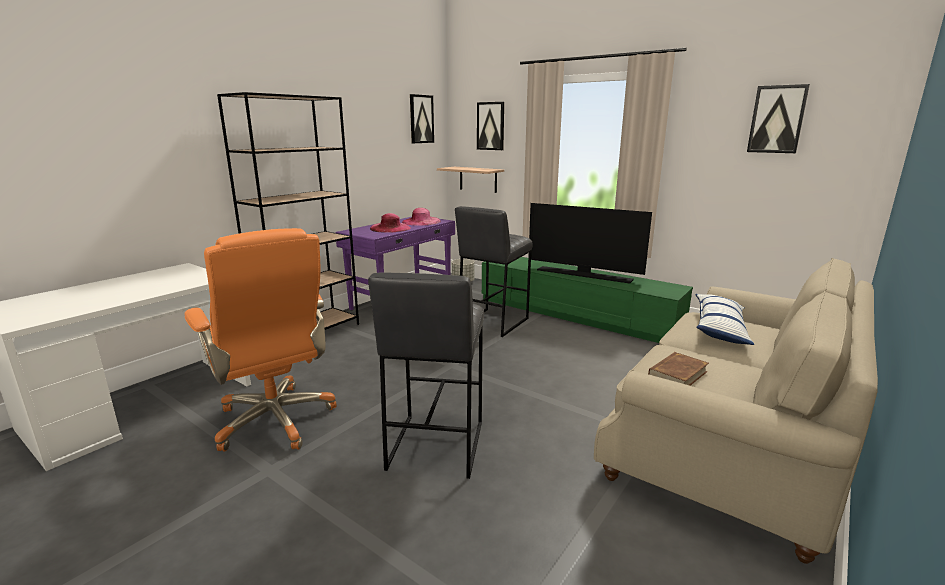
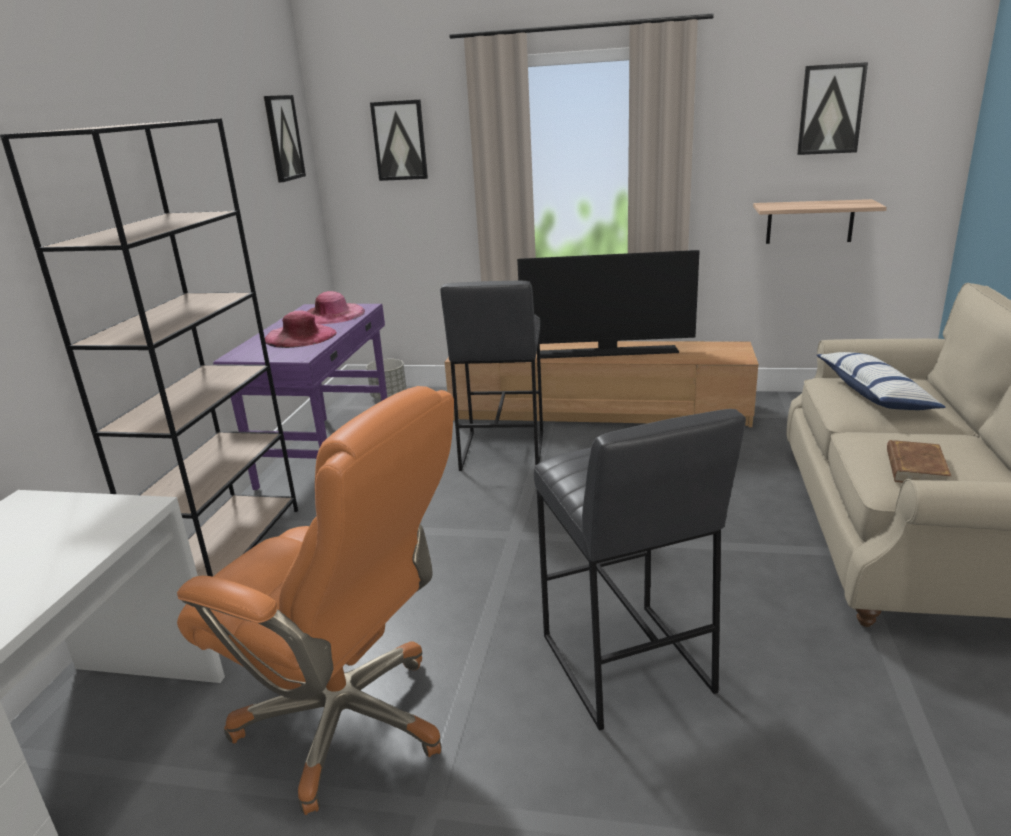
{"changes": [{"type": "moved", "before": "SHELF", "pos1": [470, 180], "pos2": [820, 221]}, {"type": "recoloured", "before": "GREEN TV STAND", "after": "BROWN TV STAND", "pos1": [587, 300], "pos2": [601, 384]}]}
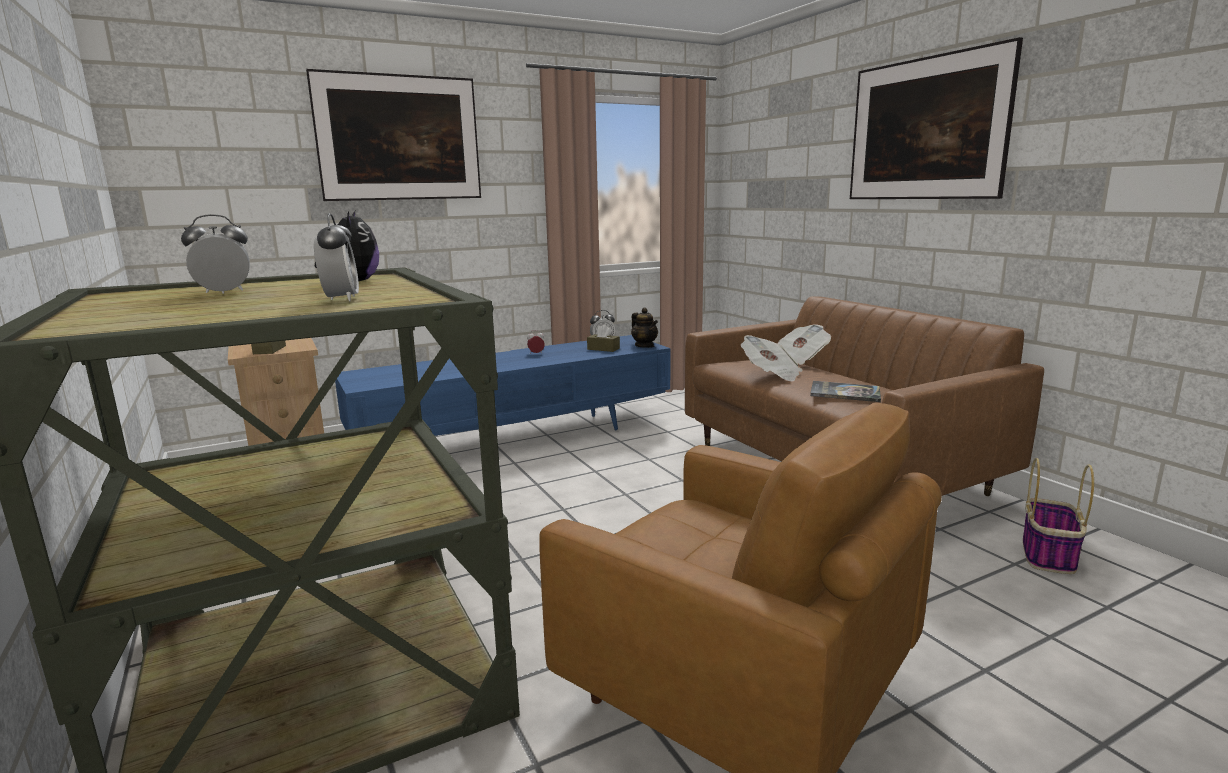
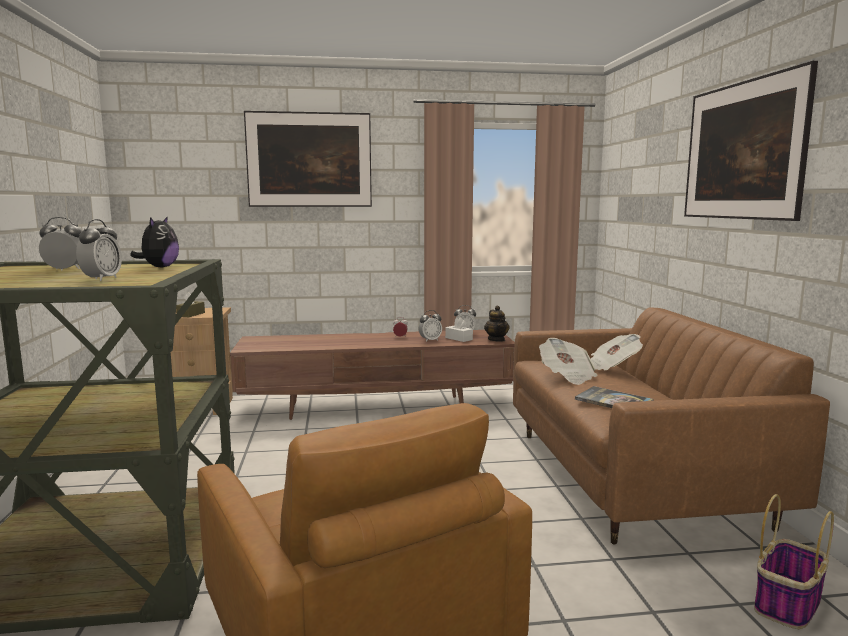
{"changes": [{"type": "added", "after": "ALARM CLOCK", "pos2": [430, 326]}, {"type": "recoloured", "before": "BLUE TV STAND", "after": "BROWN TV STAND", "pos1": [502, 385], "pos2": [372, 375]}, {"type": "recoloured", "before": "BROWN TISSUE BOX", "after": "WHITE TISSUE BOX", "pos1": [603, 338], "pos2": [459, 329]}]}
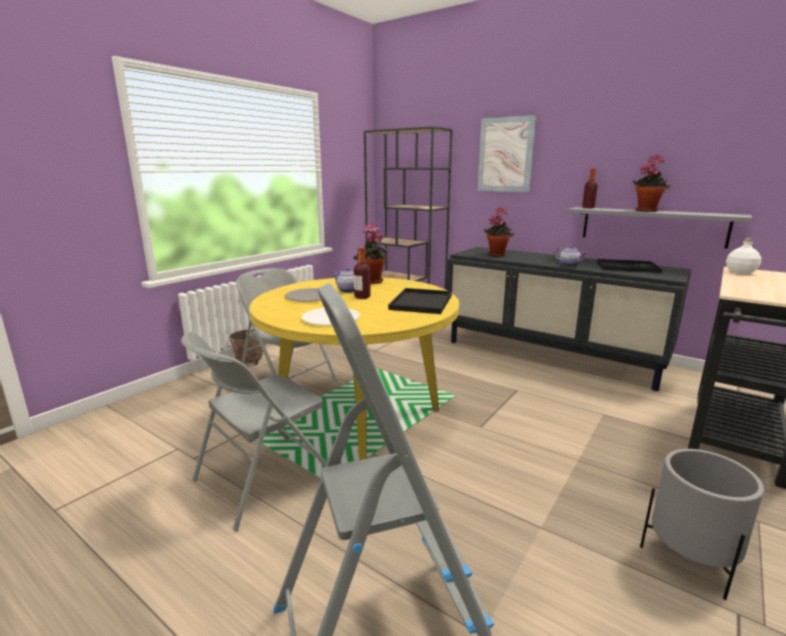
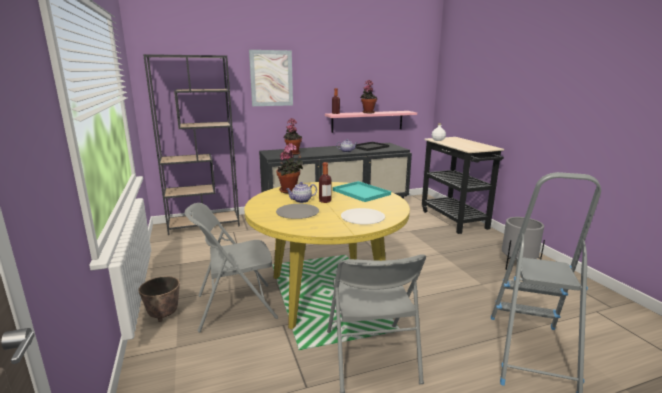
{"changes": [{"type": "recoloured", "before": "BLACK TRAY", "after": "TURQUOISE TRAY", "pos1": [420, 301], "pos2": [362, 191]}, {"type": "recoloured", "before": "GREY SHELF", "after": "PINK SHELF", "pos1": [659, 228], "pos2": [371, 122]}]}
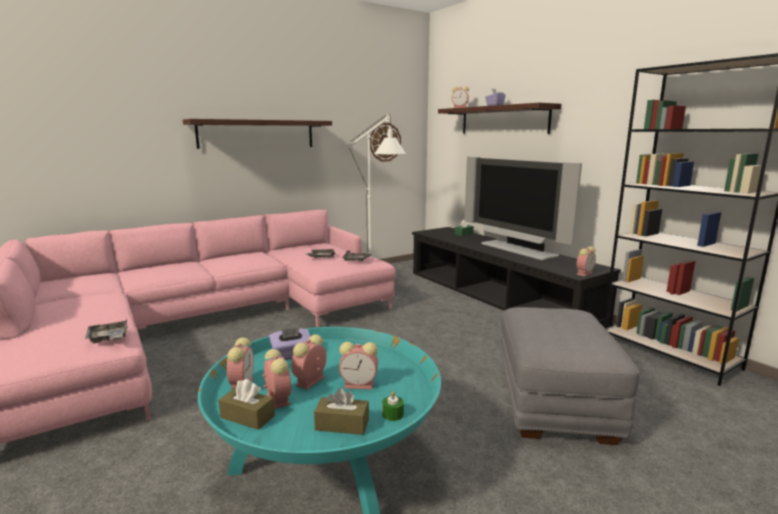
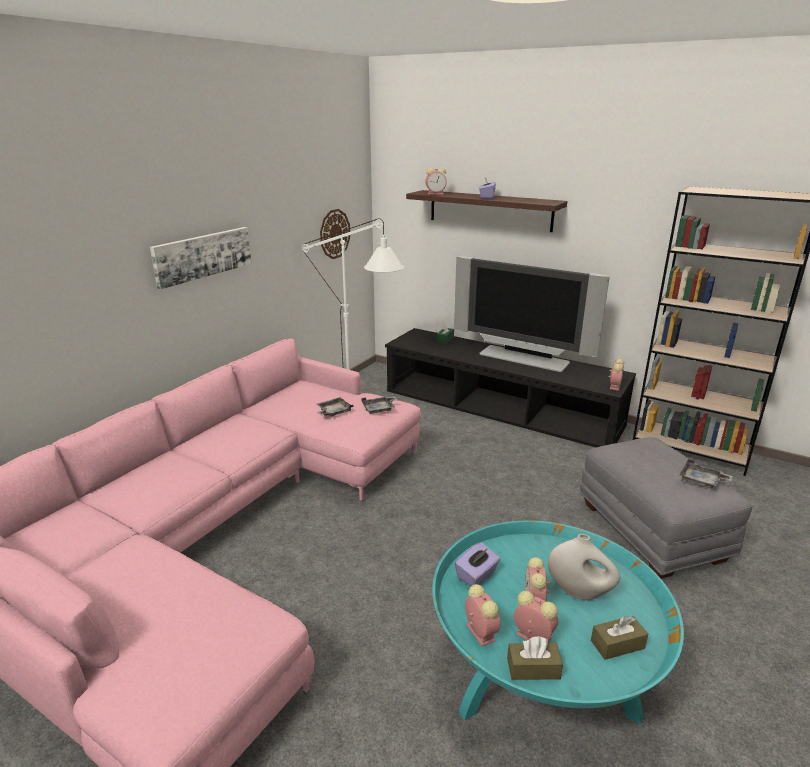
{"changes": [{"type": "removed", "before": "GREEN CANDLE", "pos1": [393, 406]}, {"type": "moved", "before": "GREY TRAY", "pos1": [106, 330], "pos2": [706, 474]}, {"type": "replaced", "before": "SHELF", "after": "PICTURE", "pos1": [257, 134], "pos2": [200, 258]}, {"type": "replaced", "before": "ALARM CLOCK", "after": "WHITE VASE", "pos1": [358, 365], "pos2": [584, 567]}]}
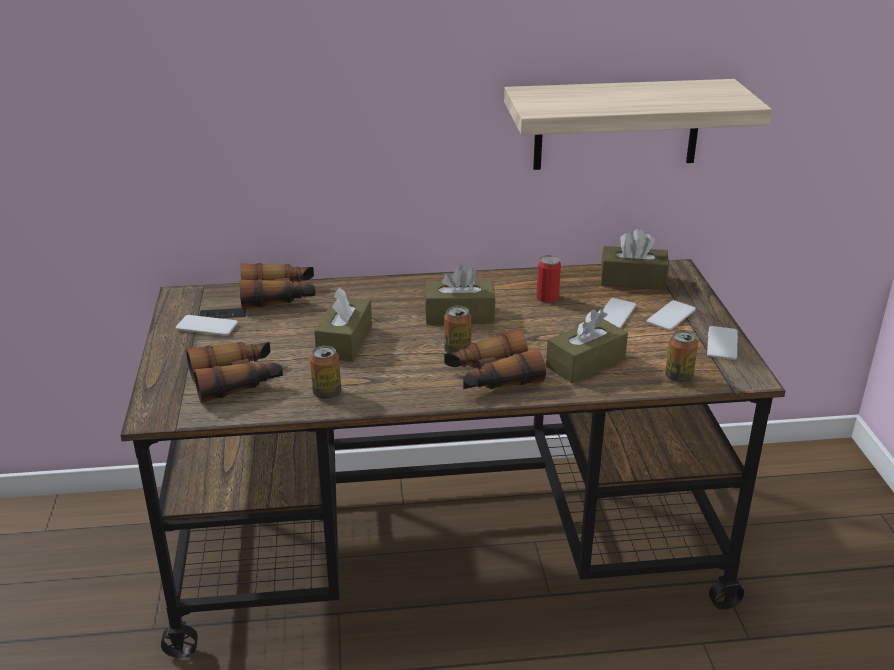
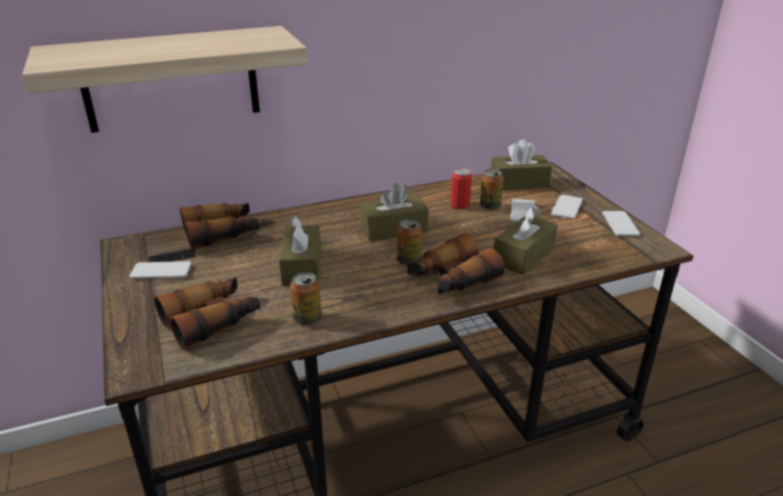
{"changes": [{"type": "moved", "before": "SHELF", "pos1": [638, 124], "pos2": [165, 79]}, {"type": "moved", "before": "CAN", "pos1": [681, 356], "pos2": [492, 189]}]}
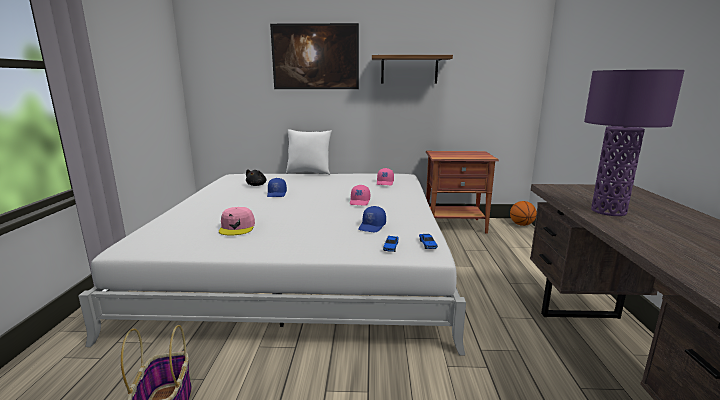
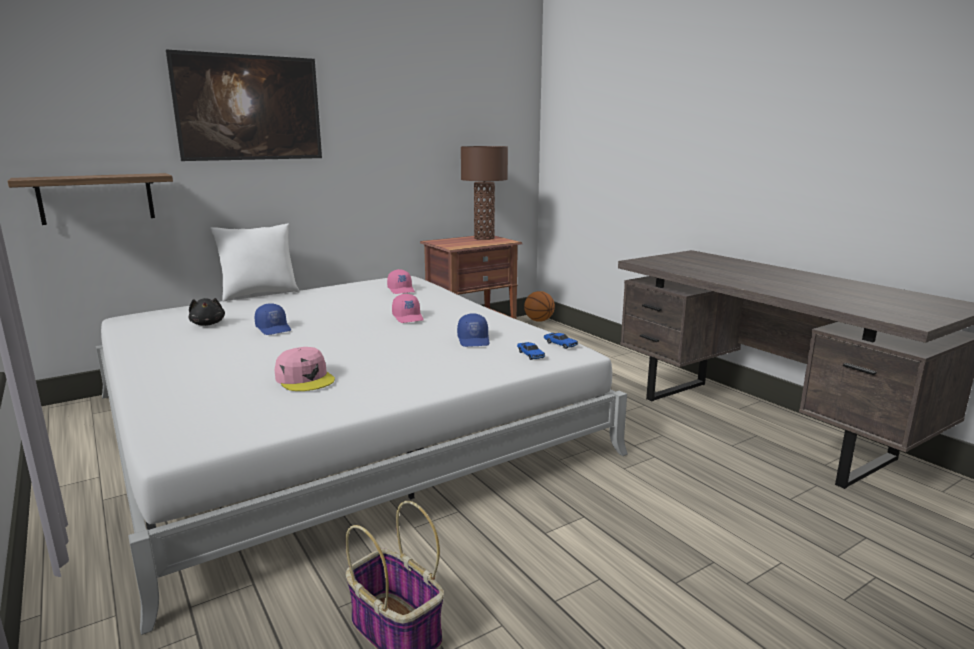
{"changes": [{"type": "removed", "before": "PURPLE TABLE LAMP", "pos1": [634, 143]}, {"type": "added", "after": "BROWN TABLE LAMP", "pos2": [484, 193]}, {"type": "moved", "before": "SHELF", "pos1": [412, 69], "pos2": [90, 199]}]}
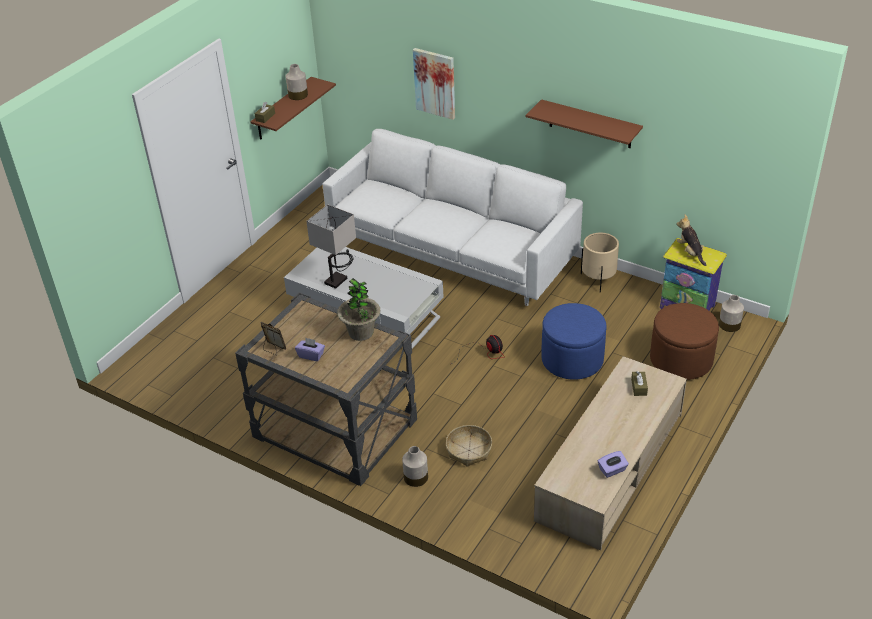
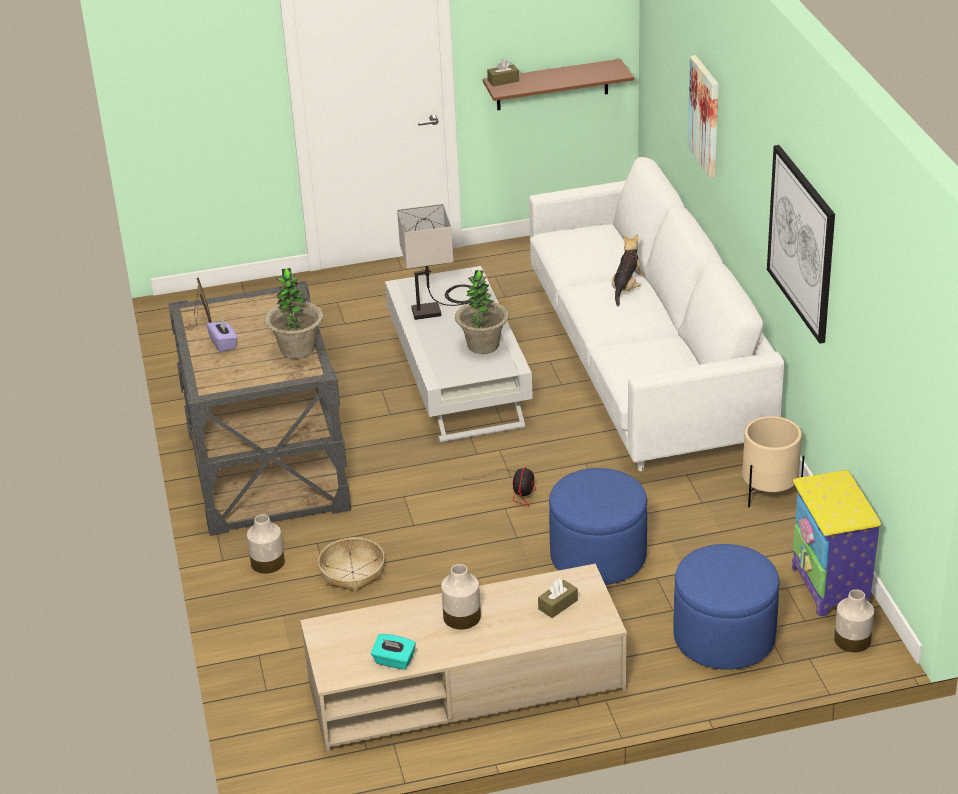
{"changes": [{"type": "added", "after": "POTTED PLANT", "pos2": [482, 312]}, {"type": "moved", "before": "BEIGE VASE", "pos1": [297, 82], "pos2": [461, 596]}, {"type": "moved", "before": "PLUSH TOY", "pos1": [691, 240], "pos2": [628, 270]}, {"type": "replaced", "before": "BROWN SHELF", "after": "PICTURE", "pos1": [584, 123], "pos2": [801, 244]}, {"type": "recoloured", "before": "PURPLE TISSUE BOX", "after": "TURQUOISE TISSUE BOX", "pos1": [613, 464], "pos2": [393, 652]}, {"type": "recoloured", "before": "BROWN OTTOMAN", "after": "BLUE OTTOMAN", "pos1": [684, 341], "pos2": [726, 607]}]}
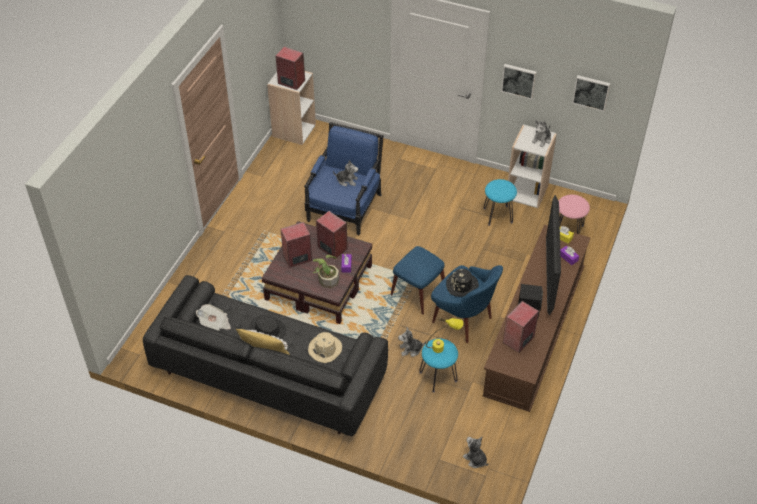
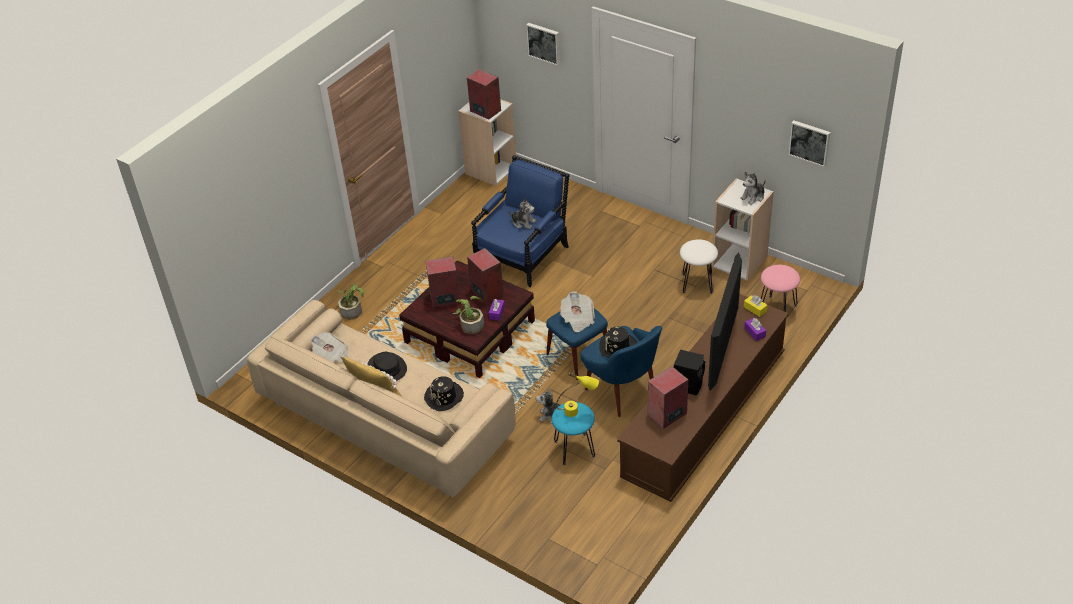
{"changes": [{"type": "removed", "before": "PLUSH TOY", "pos1": [476, 452]}, {"type": "added", "after": "POTTED PLANT", "pos2": [351, 302]}, {"type": "added", "after": "NEWSPAPER", "pos2": [577, 311]}, {"type": "moved", "before": "PICTURE", "pos1": [519, 82], "pos2": [543, 44]}, {"type": "recoloured", "before": "BLACK SOFA", "after": "BEIGE SOFA", "pos1": [265, 356], "pos2": [381, 398]}, {"type": "recoloured", "before": "BEIGE HAT", "after": "BLACK HAT", "pos1": [325, 347], "pos2": [444, 393]}, {"type": "recoloured", "before": "TURQUOISE STOOL", "after": "WHITE STOOL", "pos1": [500, 202], "pos2": [699, 266]}]}
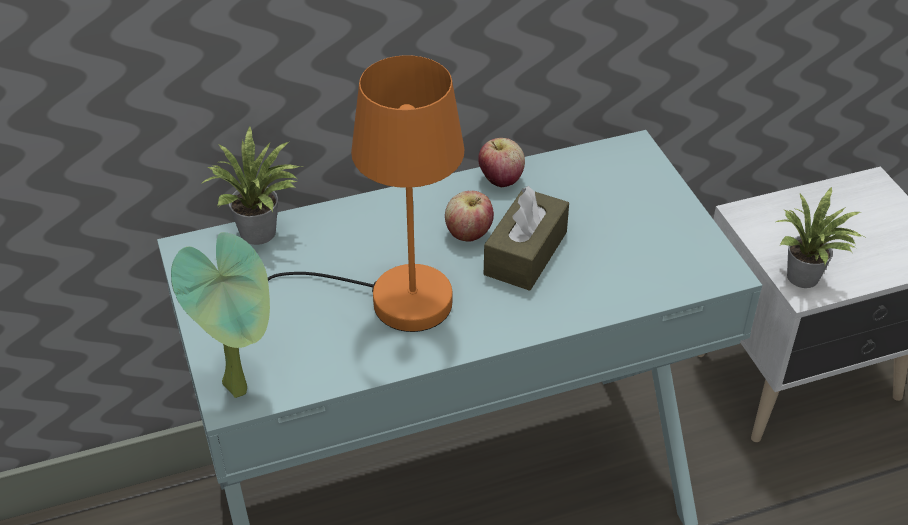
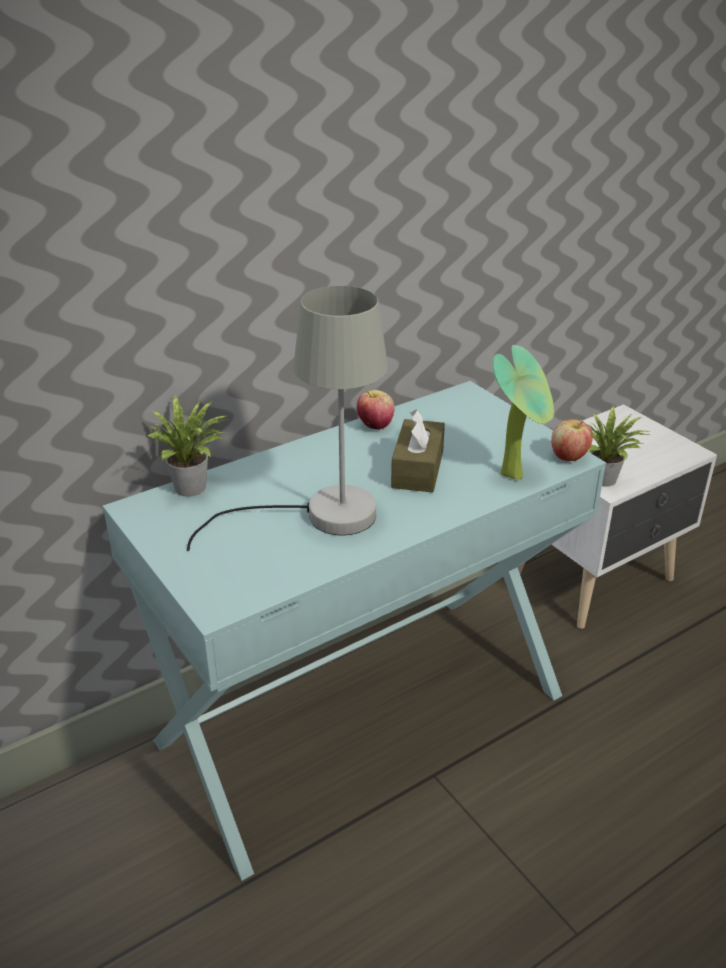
{"changes": [{"type": "moved", "before": "POTTED PLANT", "pos1": [220, 315], "pos2": [523, 413]}, {"type": "moved", "before": "APPLE", "pos1": [469, 216], "pos2": [572, 440]}, {"type": "recoloured", "before": "ORANGE TABLE LAMP", "after": "GREY TABLE LAMP", "pos1": [366, 193], "pos2": [287, 418]}]}
